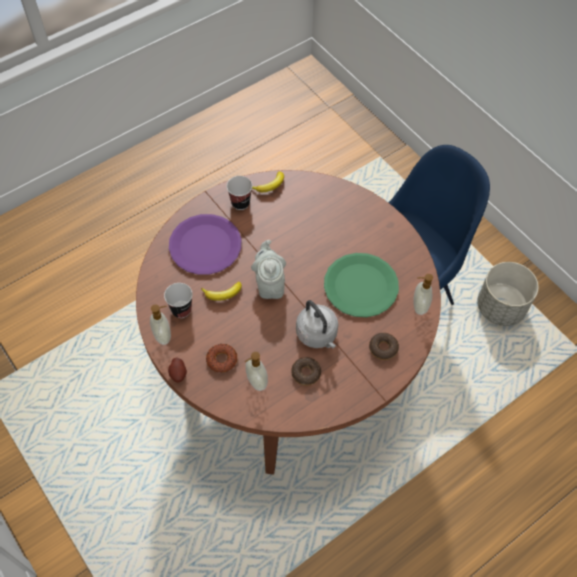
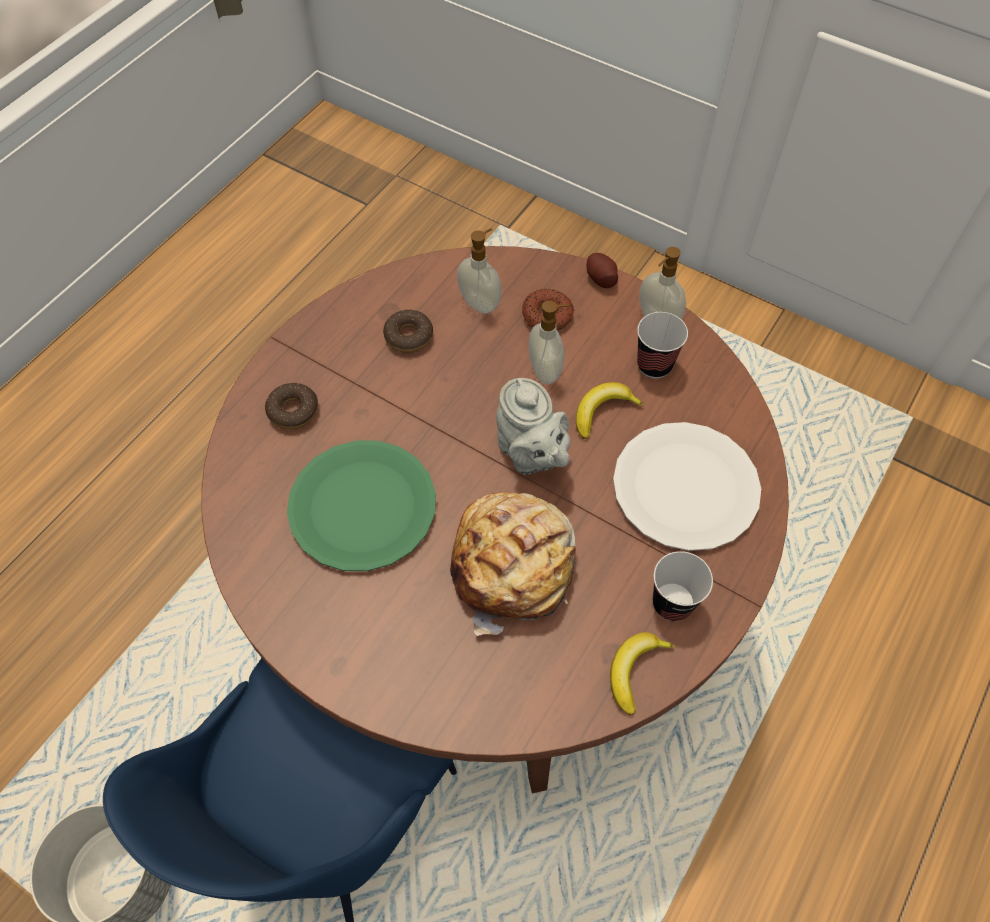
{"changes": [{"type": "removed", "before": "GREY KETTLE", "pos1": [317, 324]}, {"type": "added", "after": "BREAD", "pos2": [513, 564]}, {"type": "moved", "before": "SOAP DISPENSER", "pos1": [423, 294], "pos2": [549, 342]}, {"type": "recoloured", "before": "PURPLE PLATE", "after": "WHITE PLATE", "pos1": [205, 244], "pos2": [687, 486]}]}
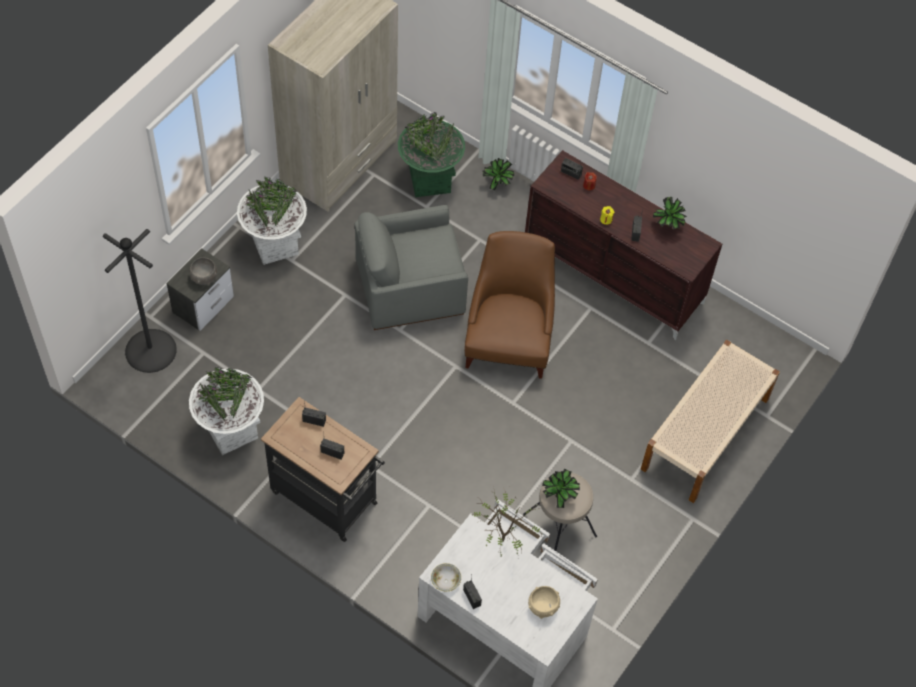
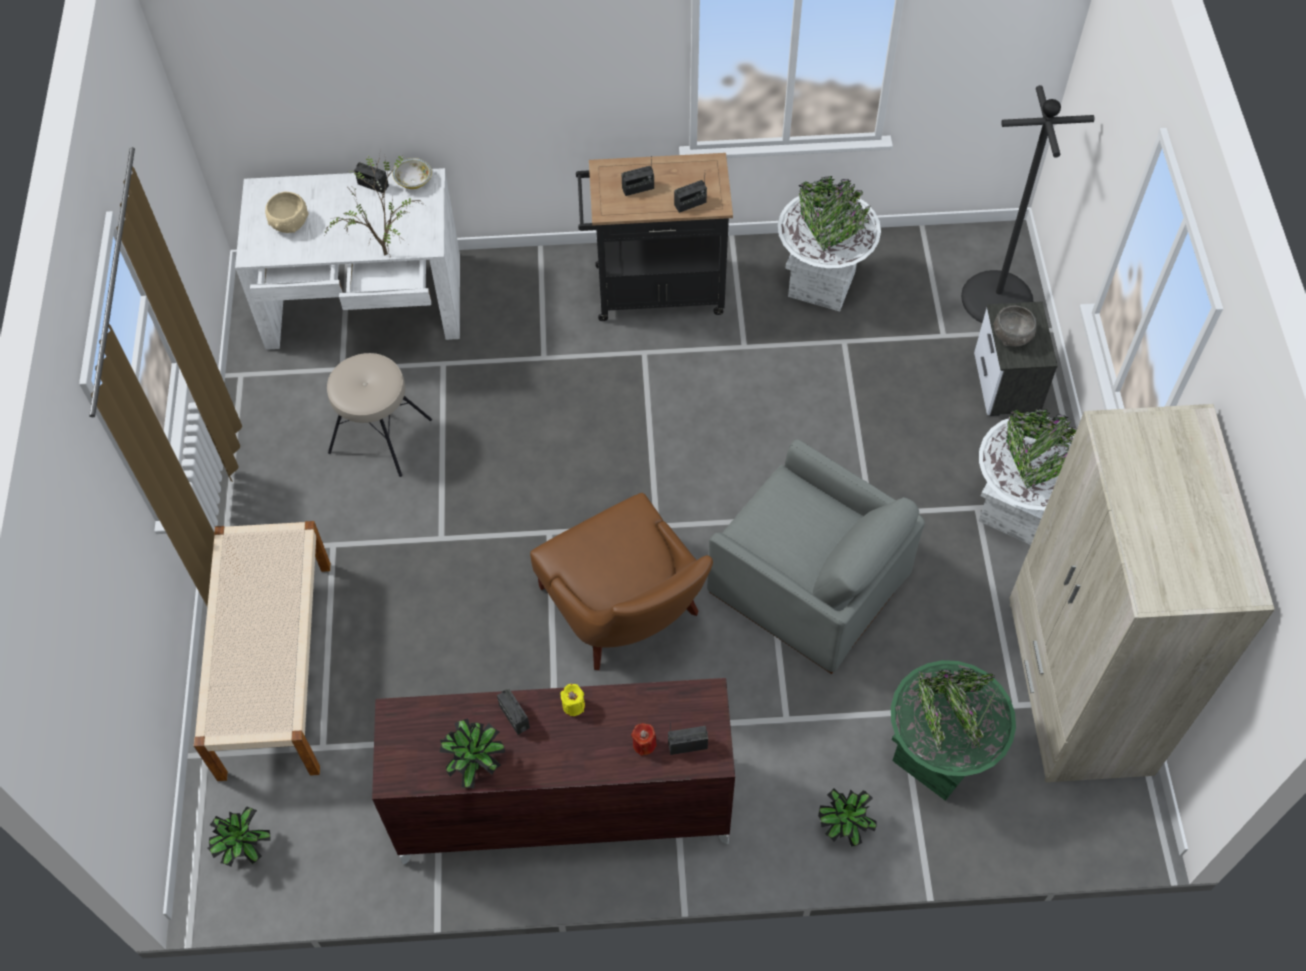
{"changes": [{"type": "moved", "before": "POTTED PLANT", "pos1": [561, 488], "pos2": [239, 836]}, {"type": "turned", "before": "GREY ARMCHAIR", "pos1": [411, 267], "pos2": [816, 556], "turn": 90}]}
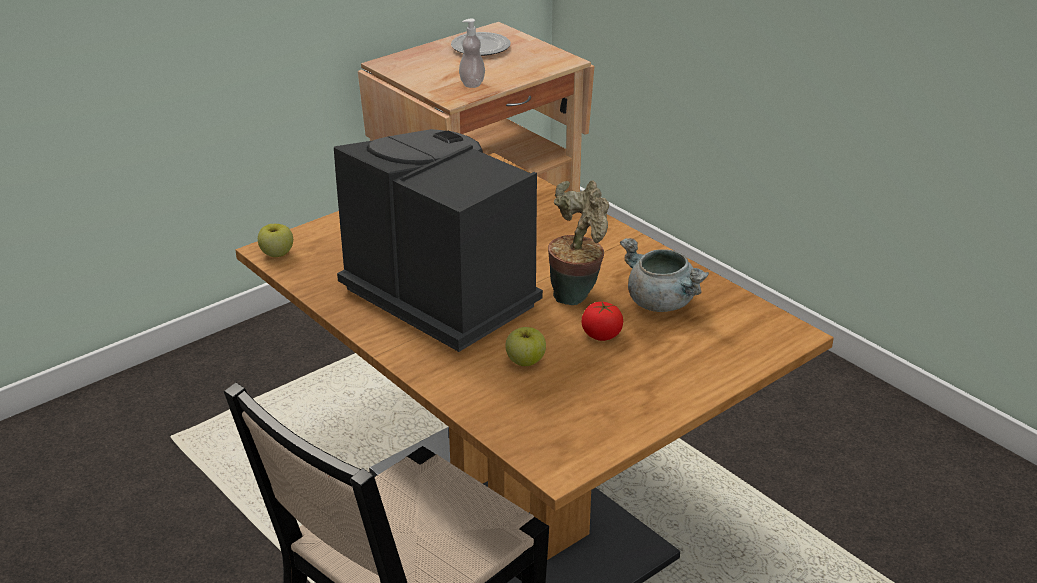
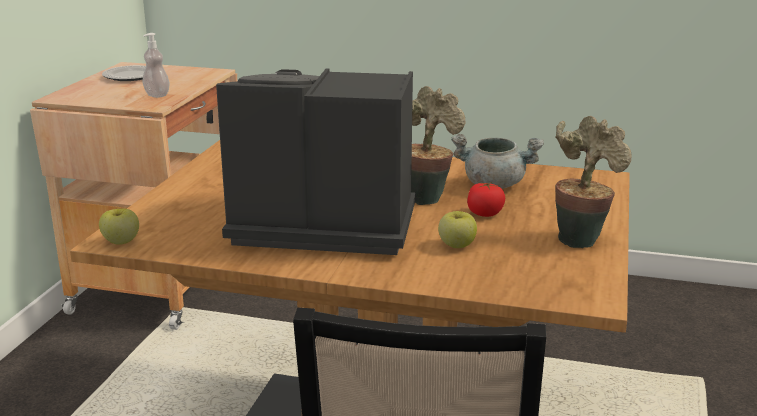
{"changes": [{"type": "added", "after": "POTTED PLANT", "pos2": [593, 182]}]}
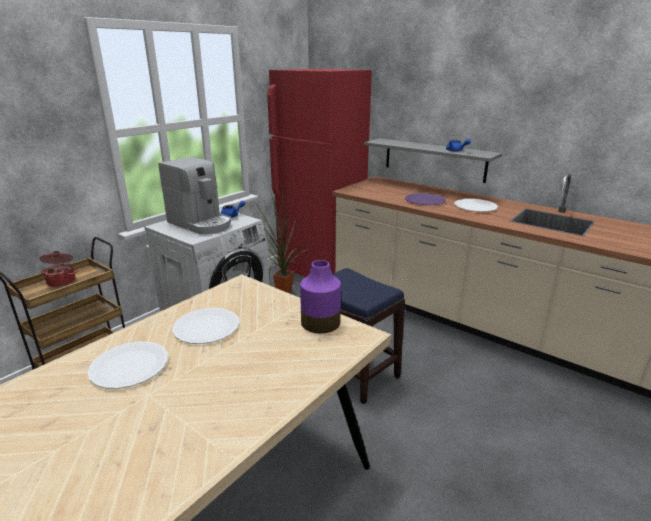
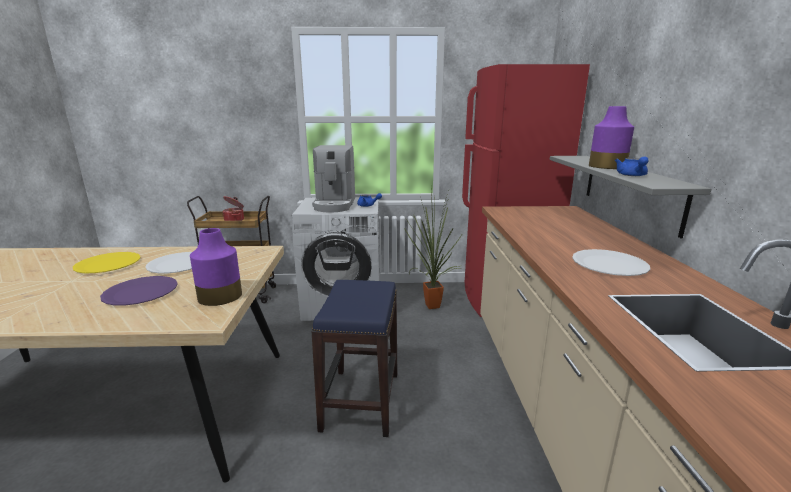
{"changes": [{"type": "added", "after": "PURPLE VASE", "pos2": [611, 137]}, {"type": "moved", "before": "PURPLE PLATE", "pos1": [425, 199], "pos2": [139, 291]}, {"type": "recoloured", "before": "WHITE PLATE", "after": "YELLOW PLATE", "pos1": [127, 365], "pos2": [107, 262]}]}
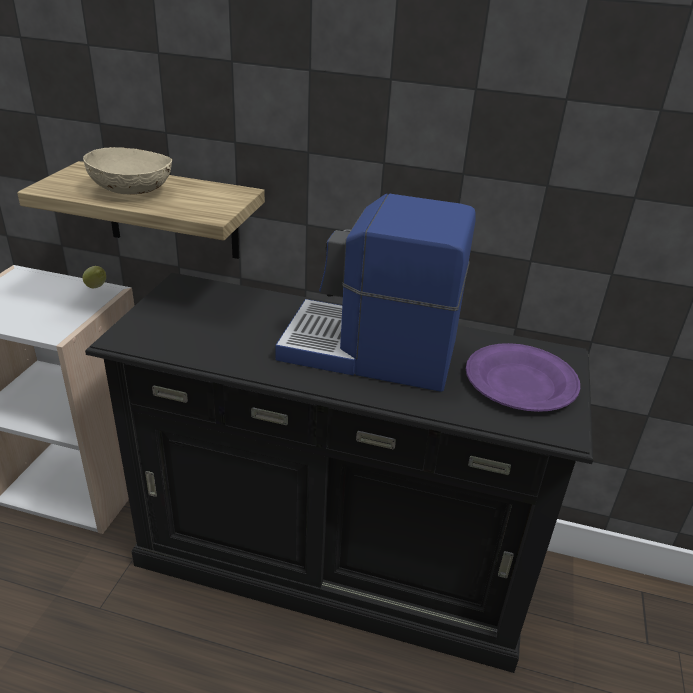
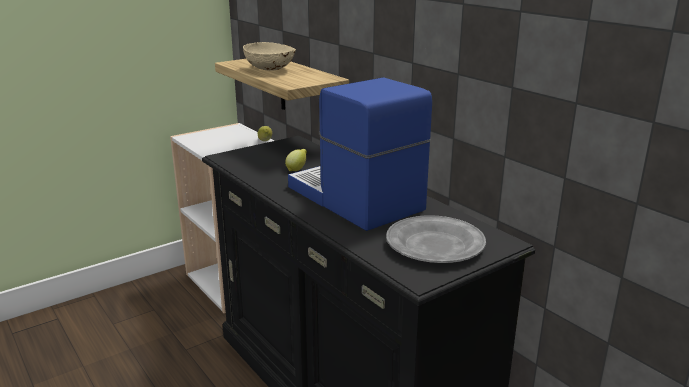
{"changes": [{"type": "added", "after": "LEMON", "pos2": [296, 160]}, {"type": "recoloured", "before": "PURPLE PLATE", "after": "GREY PLATE", "pos1": [523, 377], "pos2": [436, 239]}]}
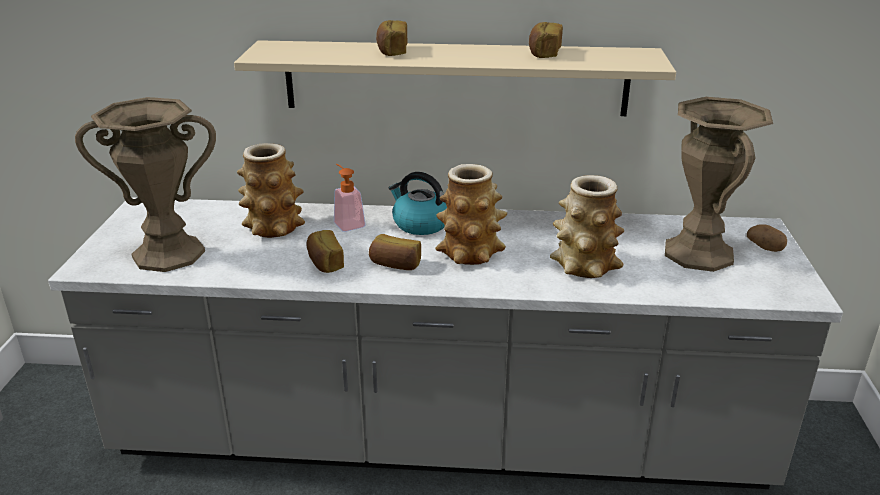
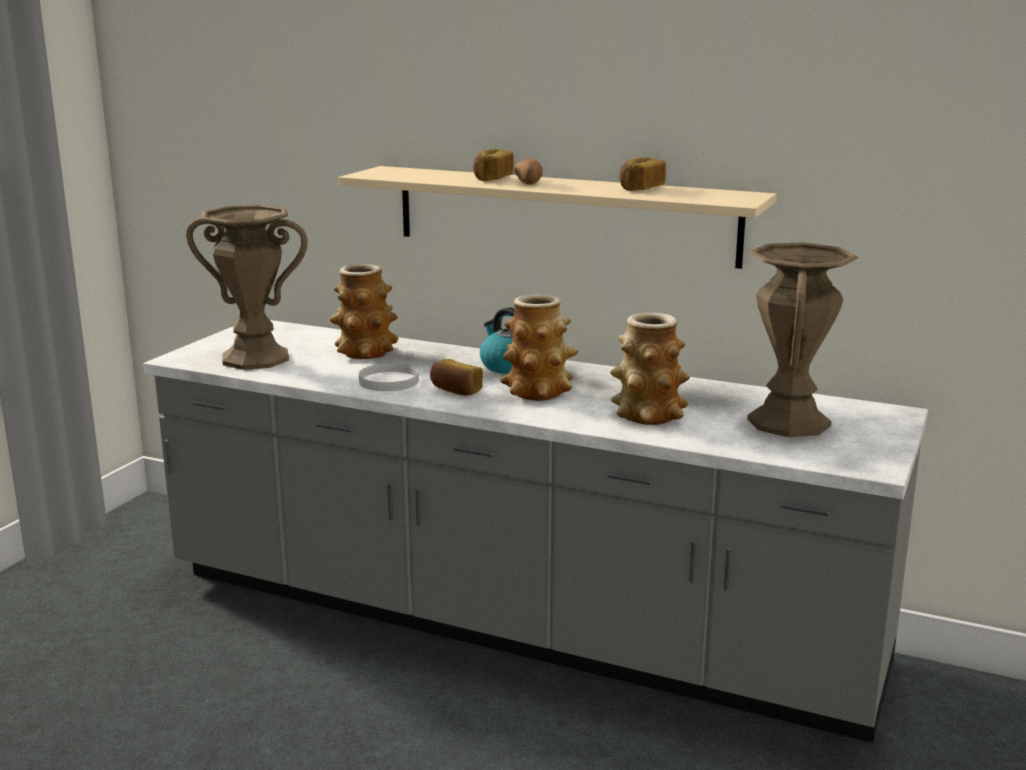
{"changes": [{"type": "removed", "before": "SOAP DISPENSER", "pos1": [350, 198]}, {"type": "moved", "before": "POTATO", "pos1": [767, 238], "pos2": [529, 171]}, {"type": "replaced", "before": "BREAD", "after": "WHITE PLATE", "pos1": [325, 251], "pos2": [389, 377]}]}
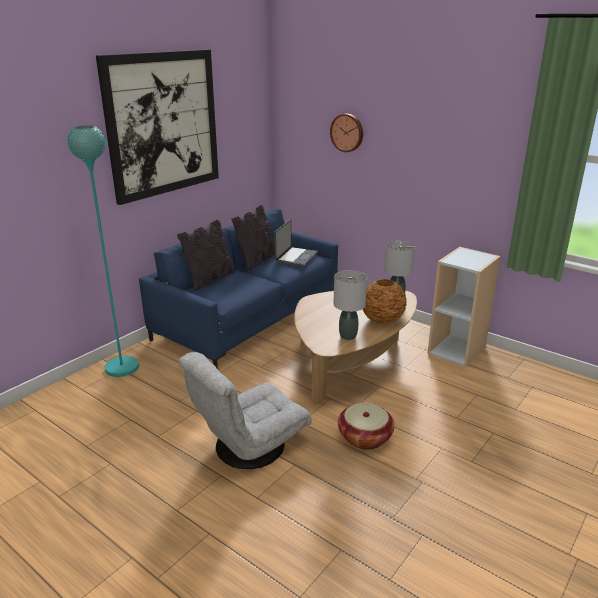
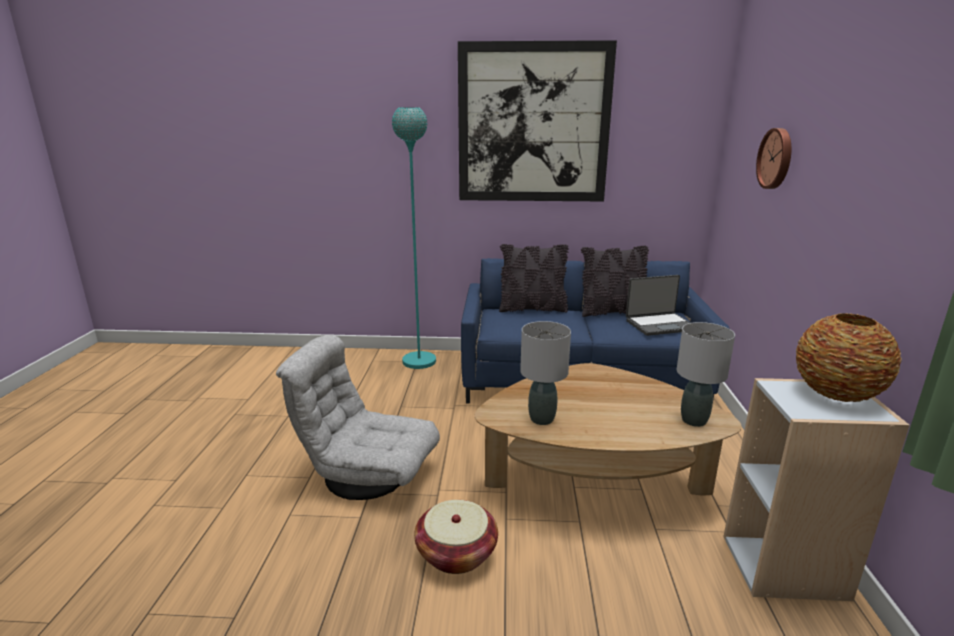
{"changes": [{"type": "moved", "before": "VASE", "pos1": [385, 301], "pos2": [849, 357]}]}
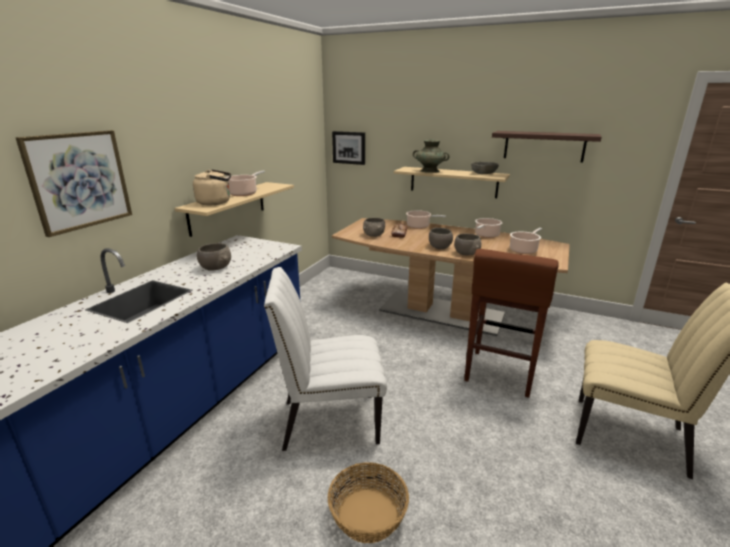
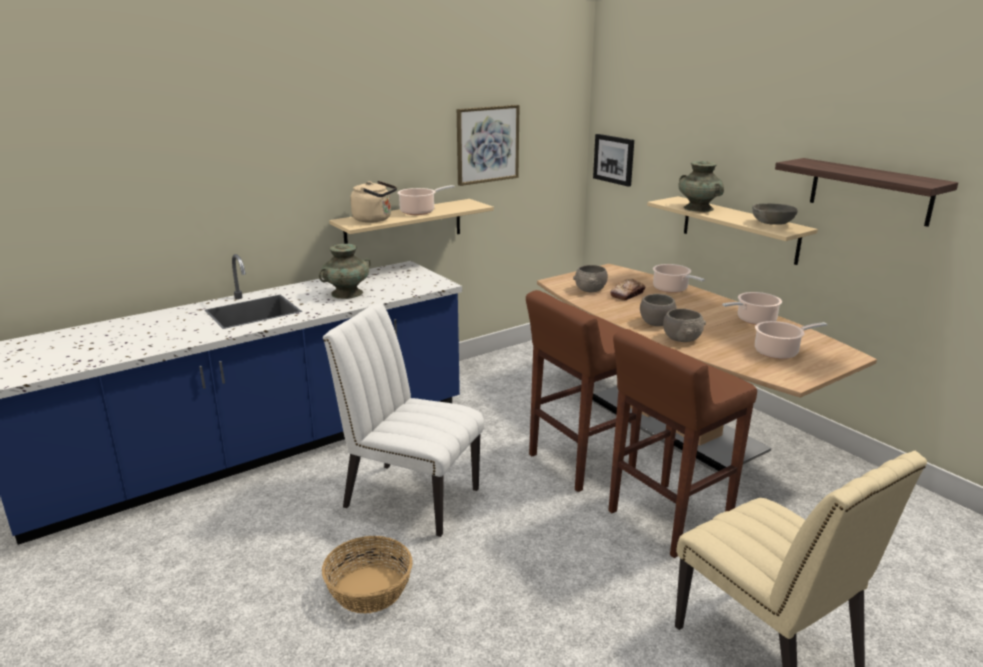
{"changes": [{"type": "added", "after": "BROWN STOOL", "pos2": [584, 391]}, {"type": "moved", "before": "PICTURE", "pos1": [74, 183], "pos2": [488, 145]}, {"type": "replaced", "before": "GREY BOWL", "after": "TURQUOISE VASE", "pos1": [214, 257], "pos2": [345, 271]}]}
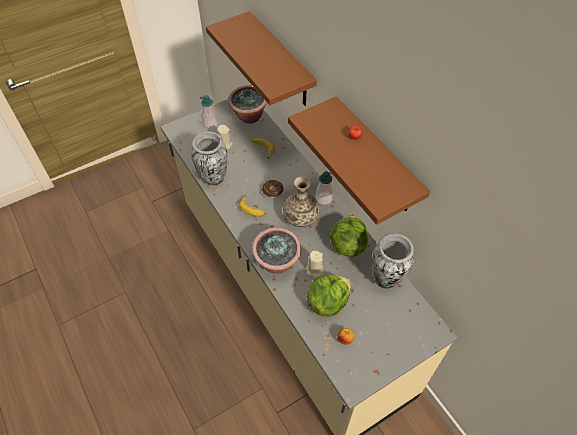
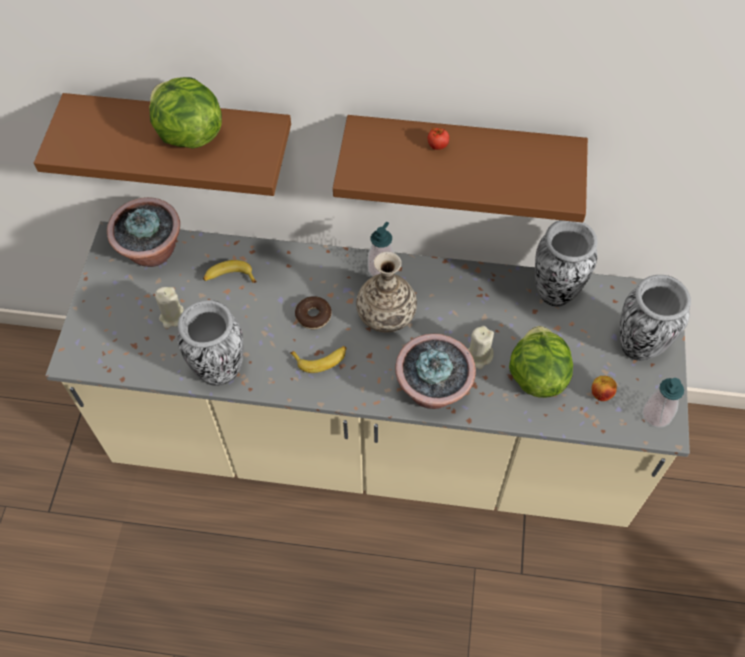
{"changes": [{"type": "added", "after": "VASE", "pos2": [655, 318]}, {"type": "moved", "before": "SOAP DISPENSER", "pos1": [209, 111], "pos2": [663, 403]}, {"type": "moved", "before": "LETTUCE", "pos1": [349, 236], "pos2": [185, 113]}]}
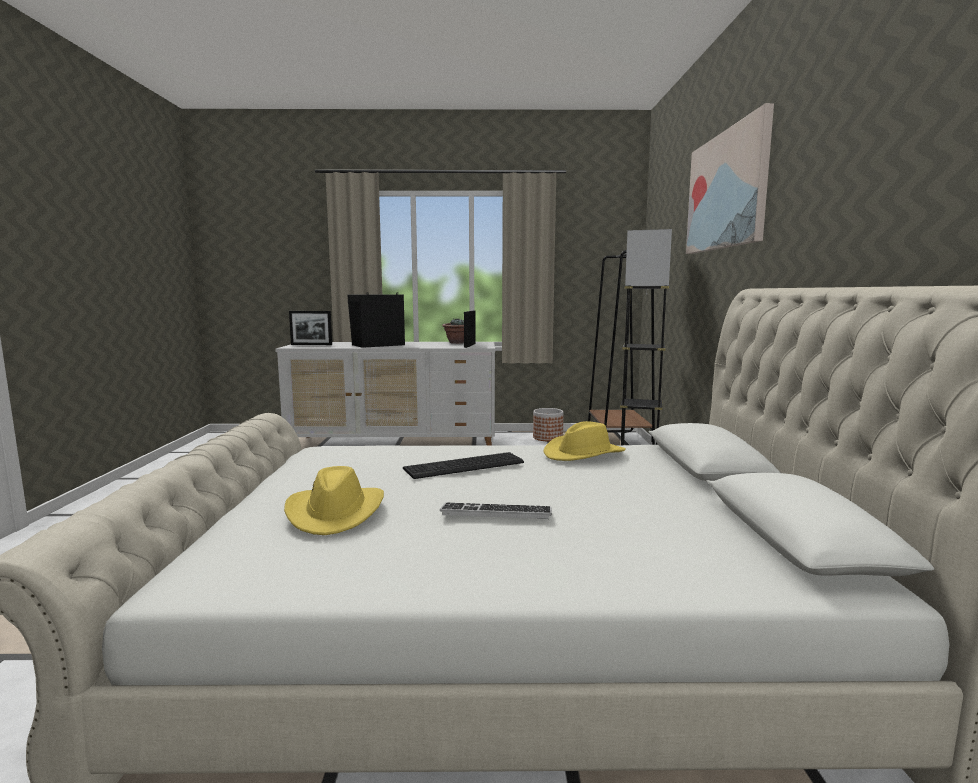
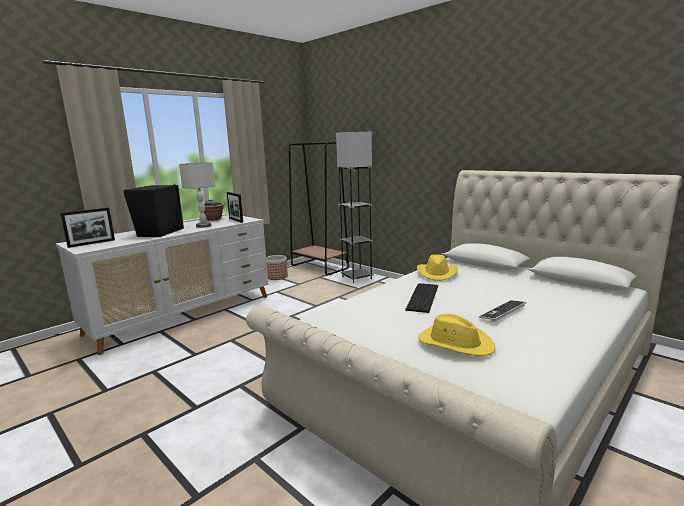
{"changes": [{"type": "removed", "before": "PICTURE", "pos1": [730, 178]}, {"type": "added", "after": "GREY TABLE LAMP", "pos2": [197, 195]}]}
